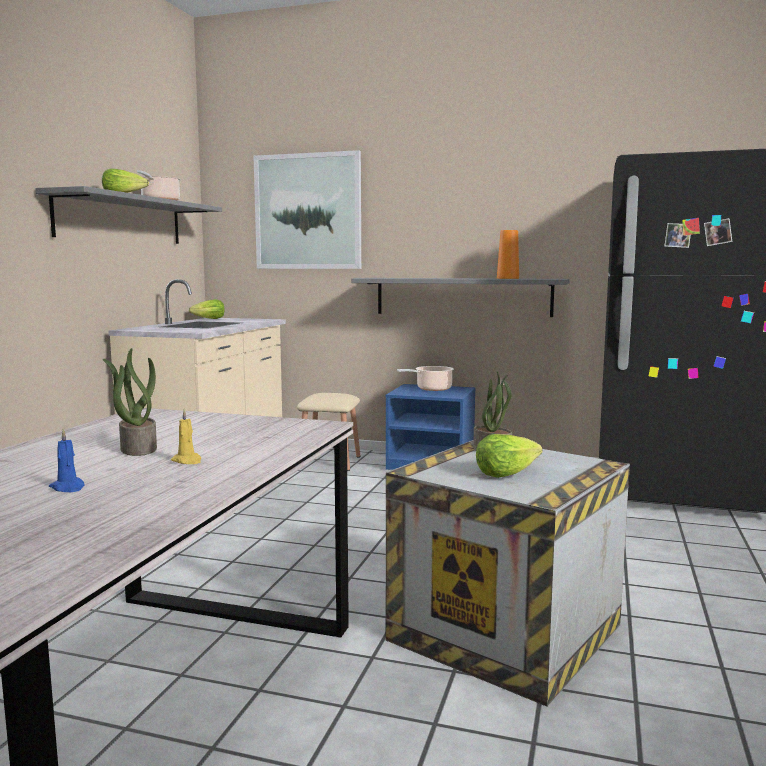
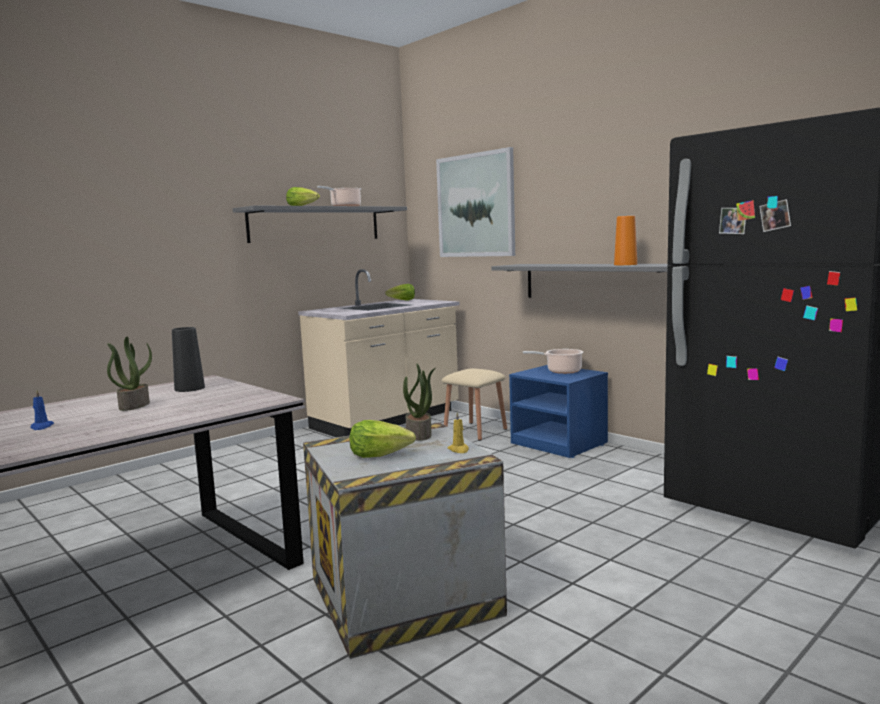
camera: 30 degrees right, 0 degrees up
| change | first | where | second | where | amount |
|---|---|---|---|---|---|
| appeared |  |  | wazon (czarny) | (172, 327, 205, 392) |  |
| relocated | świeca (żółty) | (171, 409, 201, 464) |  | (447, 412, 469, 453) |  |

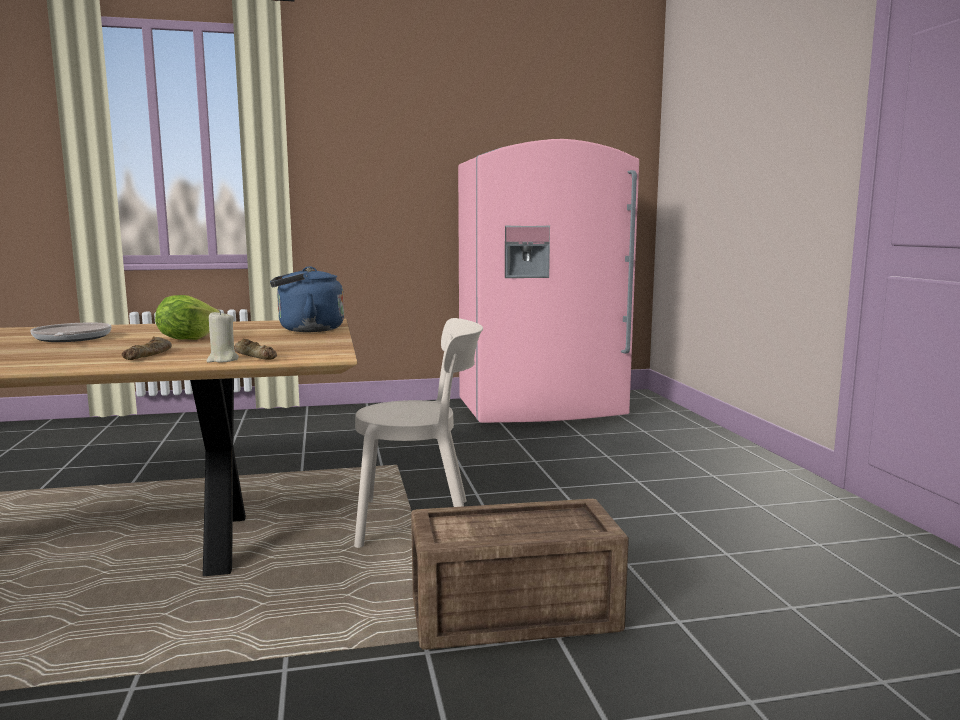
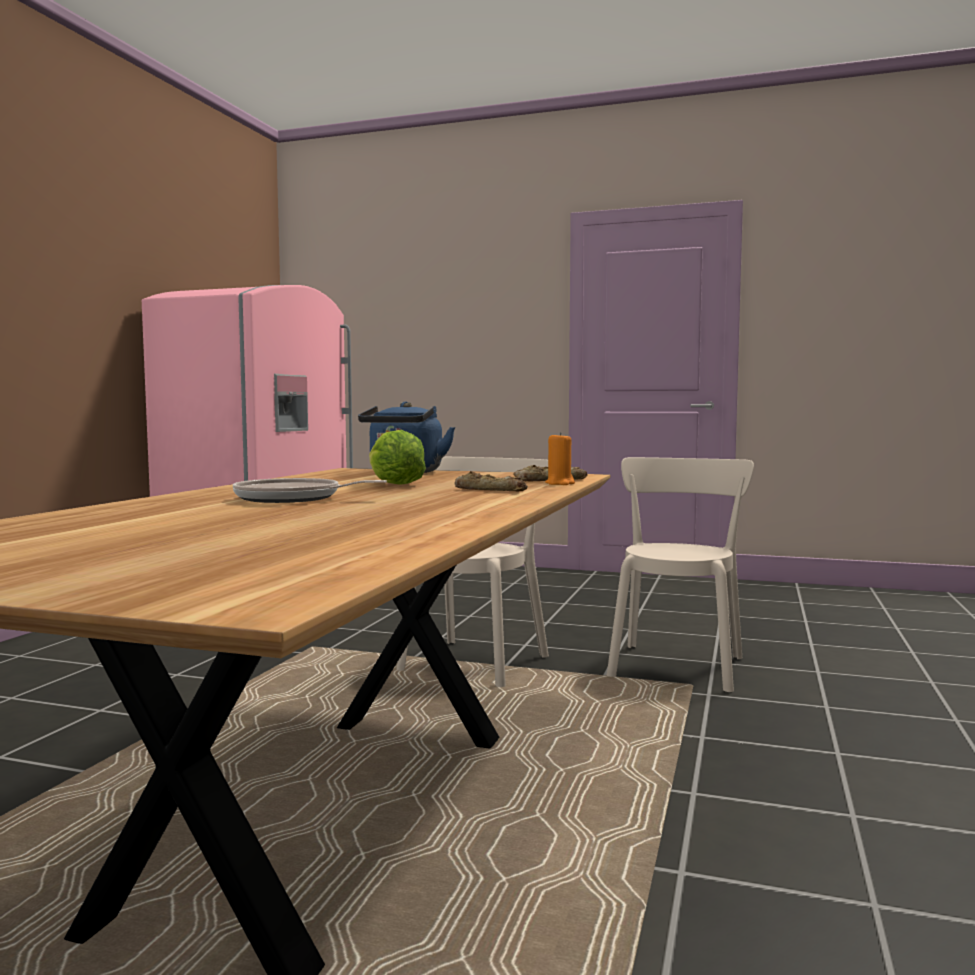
camera: 60 degrees left, 5 degrees down
| change | first | where | second | where | amount |
|---|---|---|---|---|---|
| colour | świeca (beżowy) | (207, 310, 239, 362) | świeca (pomarańczowy) | (545, 432, 575, 485) |  |
| exchanged | skrzynka | (411, 499, 629, 650) | krzesło (beżowy) | (607, 457, 754, 693) |  |

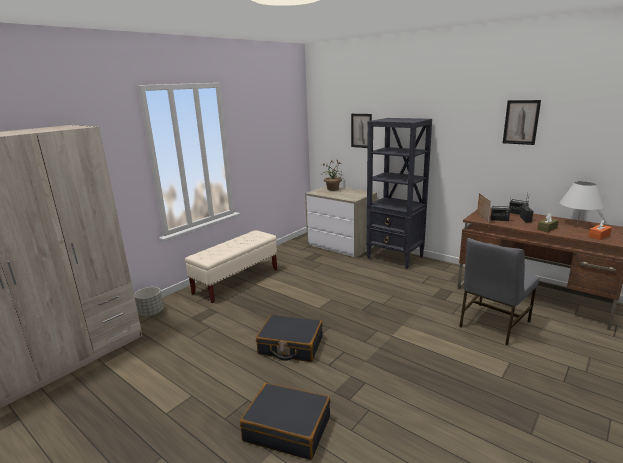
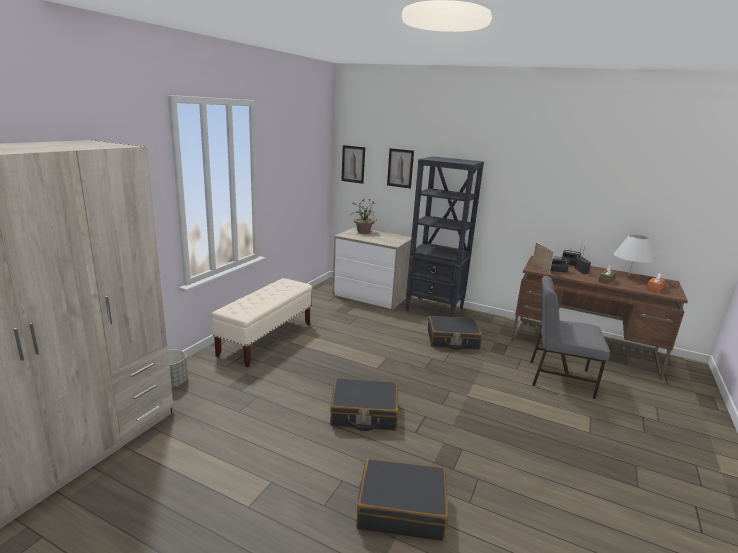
camera: 15 degrees left, 0 degrees up
| change | first | where | second | where | amount |
|---|---|---|---|---|---|
| relocated | obraz | (503, 100, 541, 145) |  | (341, 145, 365, 184) |  |
| appeared |  |  | walizka (czarny) | (428, 316, 482, 350) |  |
| spun | krzesło (szary) | (459, 238, 539, 345) |  | (530, 276, 610, 399) | 75 degrees clockwise |

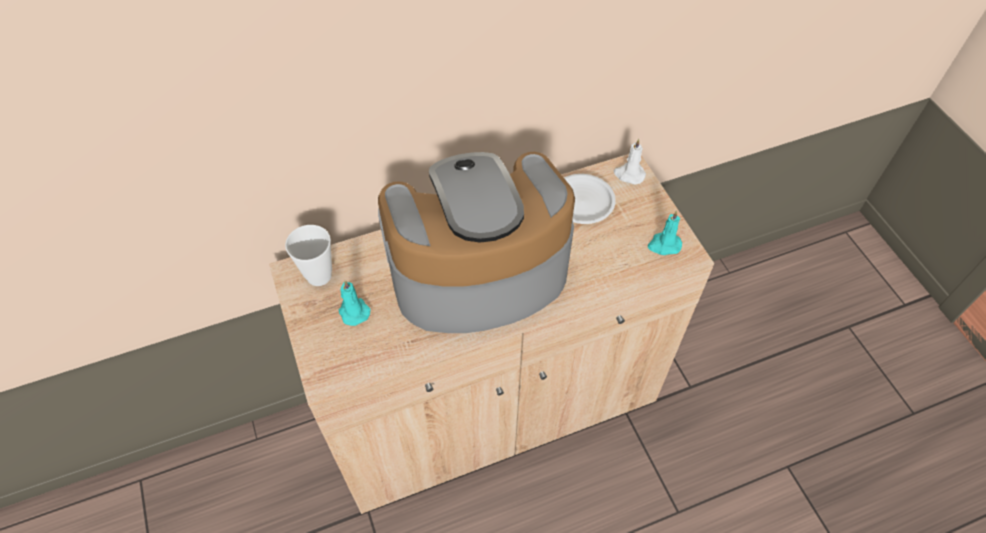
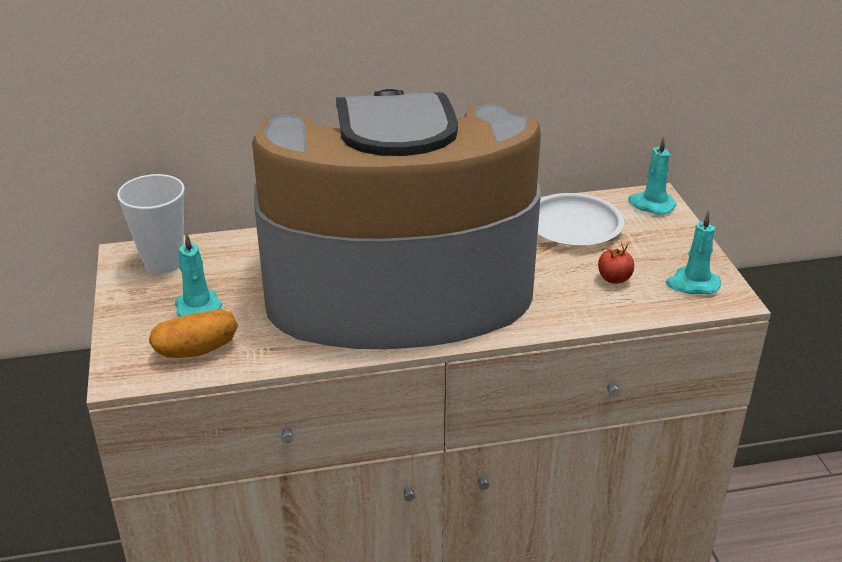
camera: 10 degrees right, 20 degrees down
| change | first | where | second | where | amount |
|---|---|---|---|---|---|
| appeared |  |  | ziemniak | (149, 309, 238, 358) |  |
| appeared |  |  | pomidor | (598, 242, 634, 284) |  |
| colour | świeca (biały) | (614, 139, 646, 185) | świeca (turkusowy) | (628, 135, 677, 214) |  |

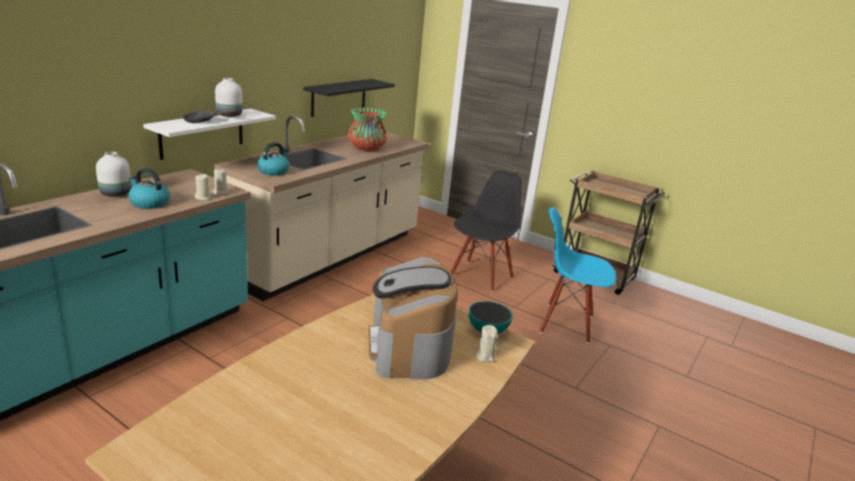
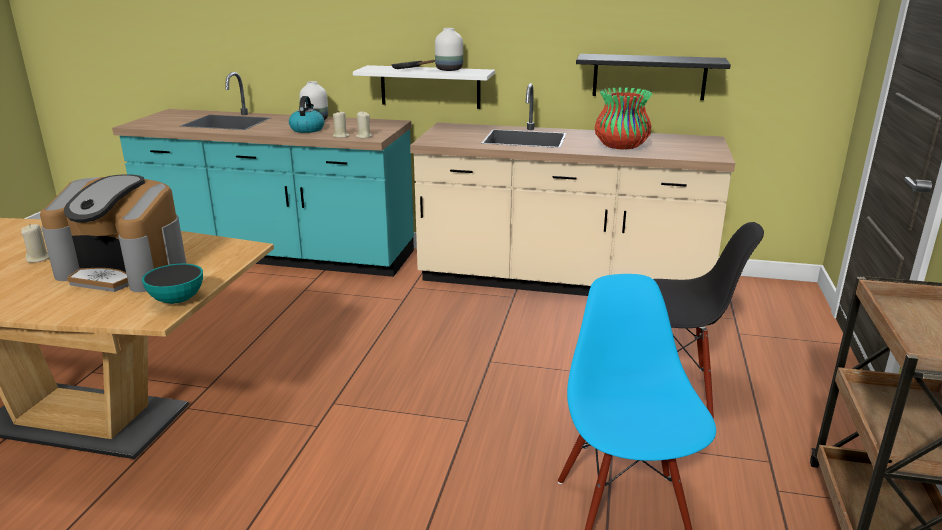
camera: 70 degrees right, 0 degrees up
| change | first | where | second | where | amount |
|---|---|---|---|---|---|
| relocated | świeca (beżowy) | (475, 325, 498, 362) |  | (21, 224, 49, 263) |  |
| spun | ekspres do kawy | (368, 257, 458, 379) |  | (40, 174, 186, 292) | 135 degrees counterclockwise |
| missing | czajnik | (257, 142, 289, 175) |  |  |  |

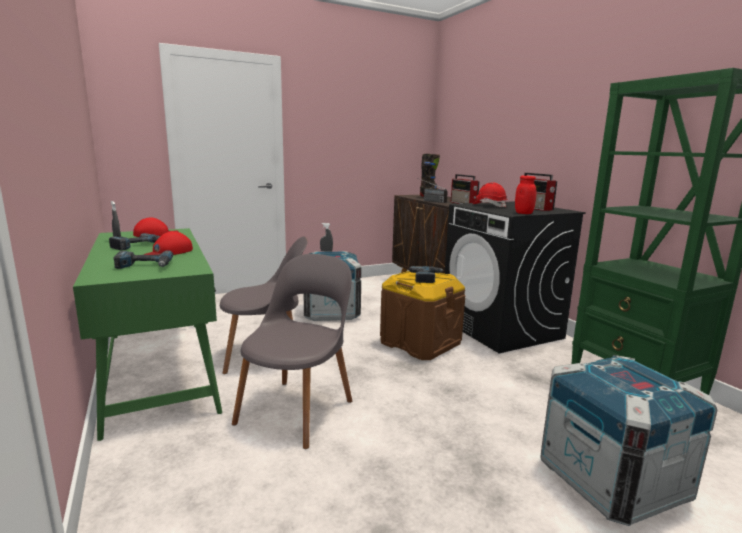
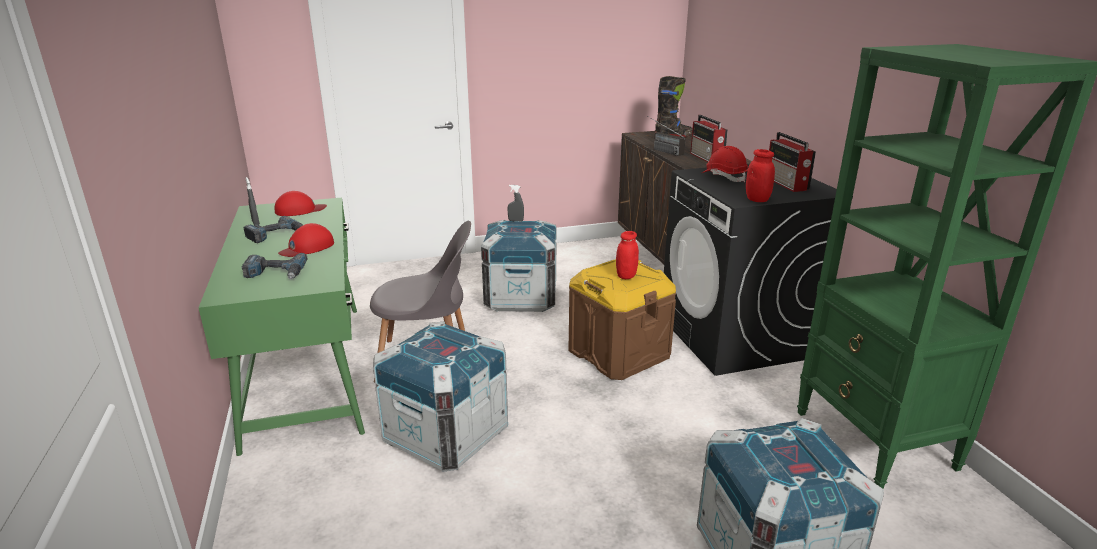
camera: 10 degrees right, 10 degrees up
| change | first | where | second | where | amount |
|---|---|---|---|---|---|
| exchanged | krzesło (szary) | (232, 254, 352, 449) | skrzynka | (373, 321, 508, 472) |  |
| exchanged | wiertarka | (409, 266, 444, 283) | słoik (czerwony) | (616, 231, 639, 279) |  |

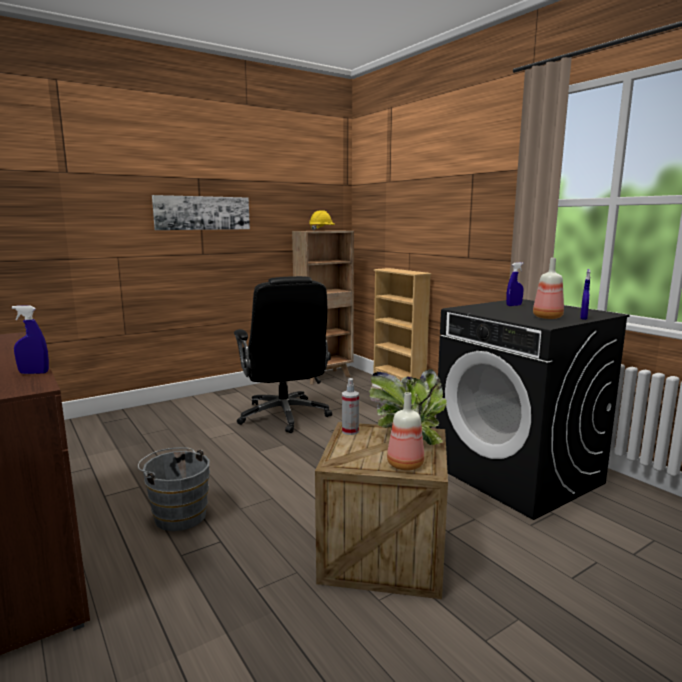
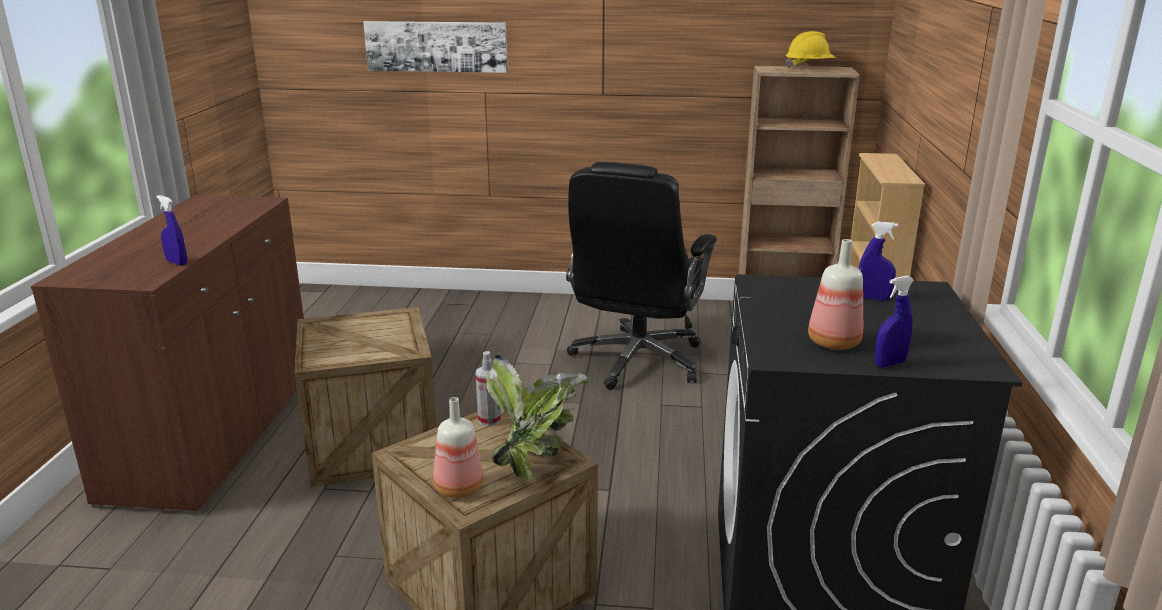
camera: 40 degrees right, 10 degrees up
| change | first | where | second | where | amount |
|---|---|---|---|---|---|
| exchanged | wiadro (szary) | (138, 447, 210, 531) | skrzynka | (294, 307, 437, 487) |  |
| relocated | obraz | (152, 195, 250, 230) |  | (363, 21, 507, 73) |  |

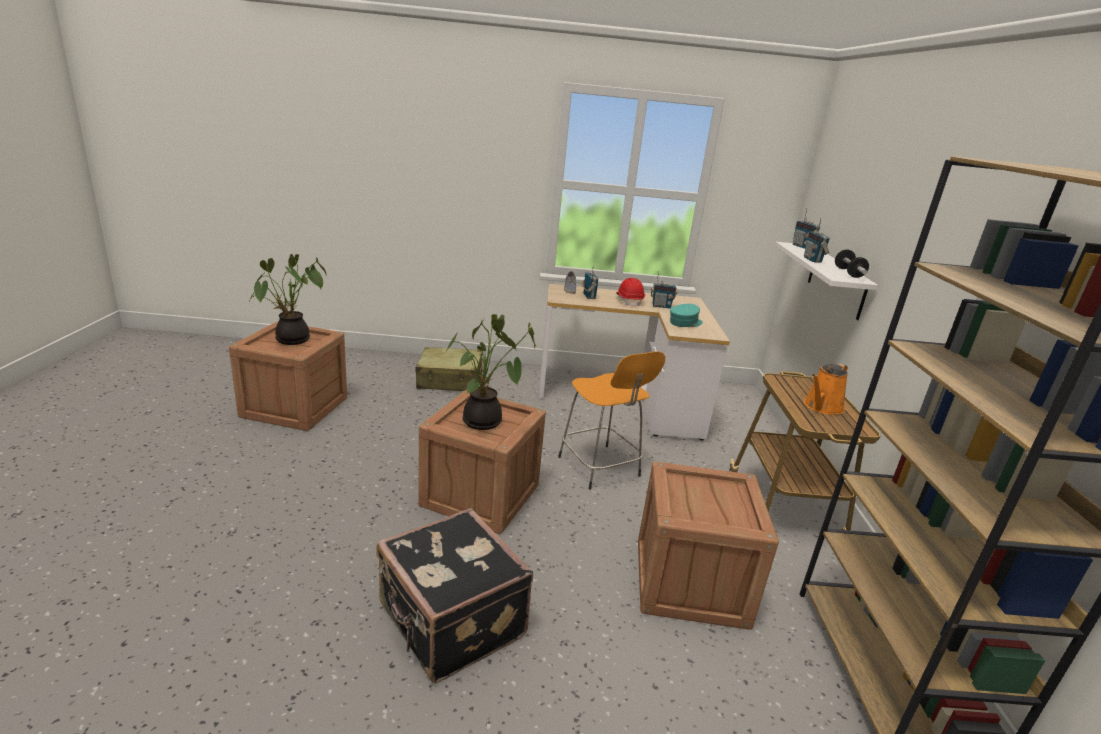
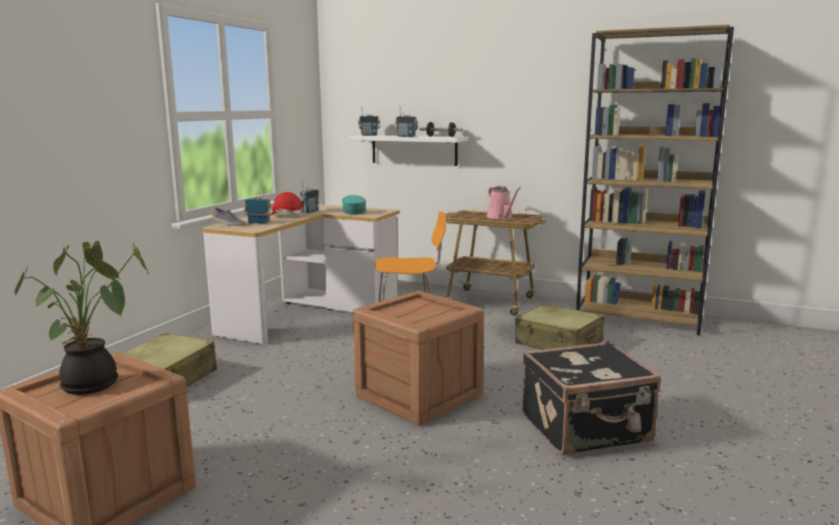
camera: 65 degrees left, 10 degrees down
| change | first | where | second | where | amount |
|---|---|---|---|---|---|
| colour | konewka (pomarańczowy) | (804, 363, 848, 415) | konewka (różowy) | (486, 186, 520, 219) |  |
| exchanged | skrzynka | (638, 461, 779, 630) | walizka (beżowy) | (515, 304, 604, 350) |  |
| missing | roślina doniczkowa | (447, 314, 536, 430) |  |  |  |

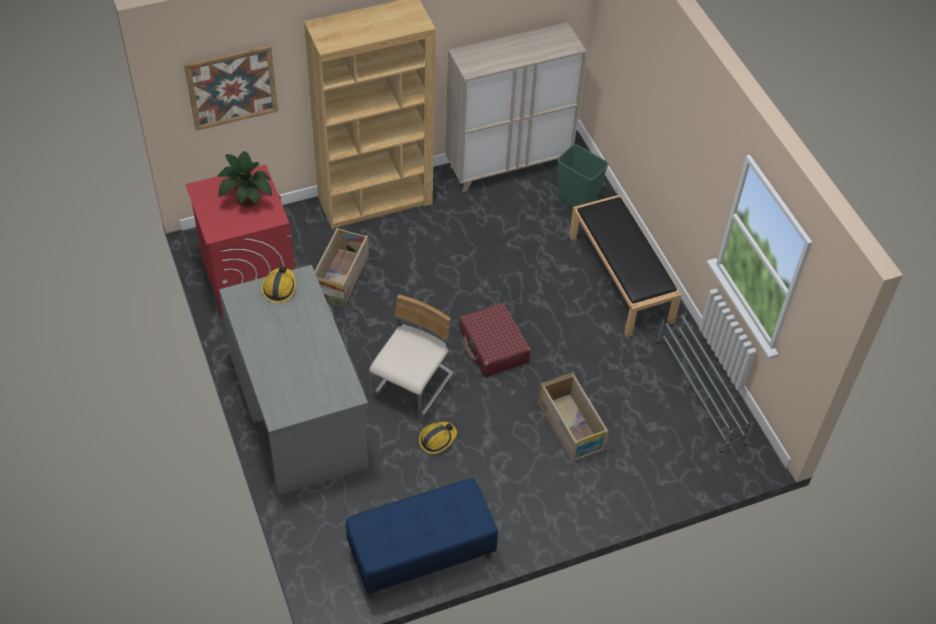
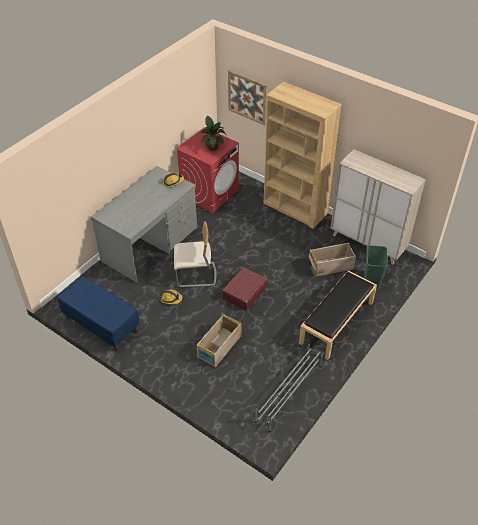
camera: 60 degrees right, 5 degrees down
| change | first | where | second | where | amount |
|---|---|---|---|---|---|
| relocated | skrzynka | (314, 228, 369, 308) |  | (308, 243, 356, 277) |  |

